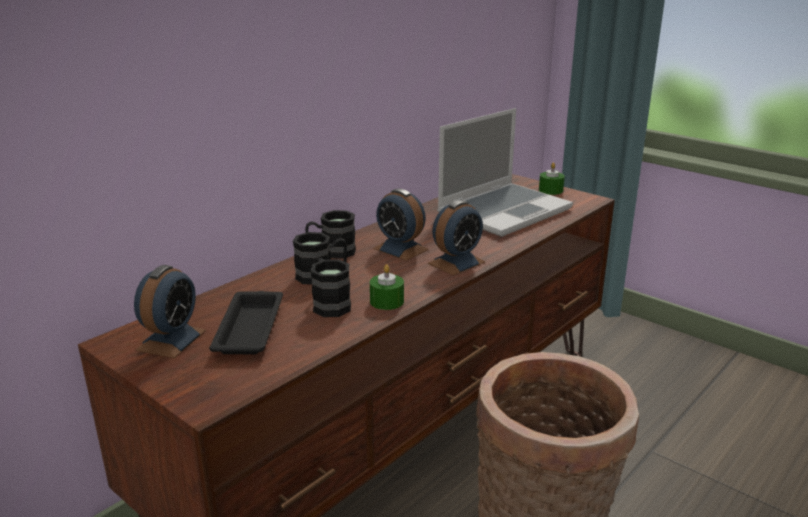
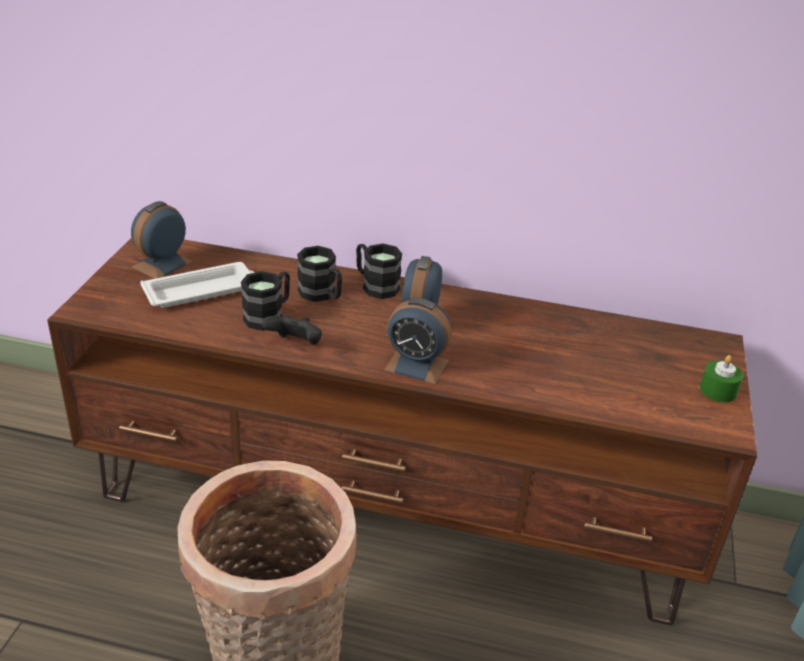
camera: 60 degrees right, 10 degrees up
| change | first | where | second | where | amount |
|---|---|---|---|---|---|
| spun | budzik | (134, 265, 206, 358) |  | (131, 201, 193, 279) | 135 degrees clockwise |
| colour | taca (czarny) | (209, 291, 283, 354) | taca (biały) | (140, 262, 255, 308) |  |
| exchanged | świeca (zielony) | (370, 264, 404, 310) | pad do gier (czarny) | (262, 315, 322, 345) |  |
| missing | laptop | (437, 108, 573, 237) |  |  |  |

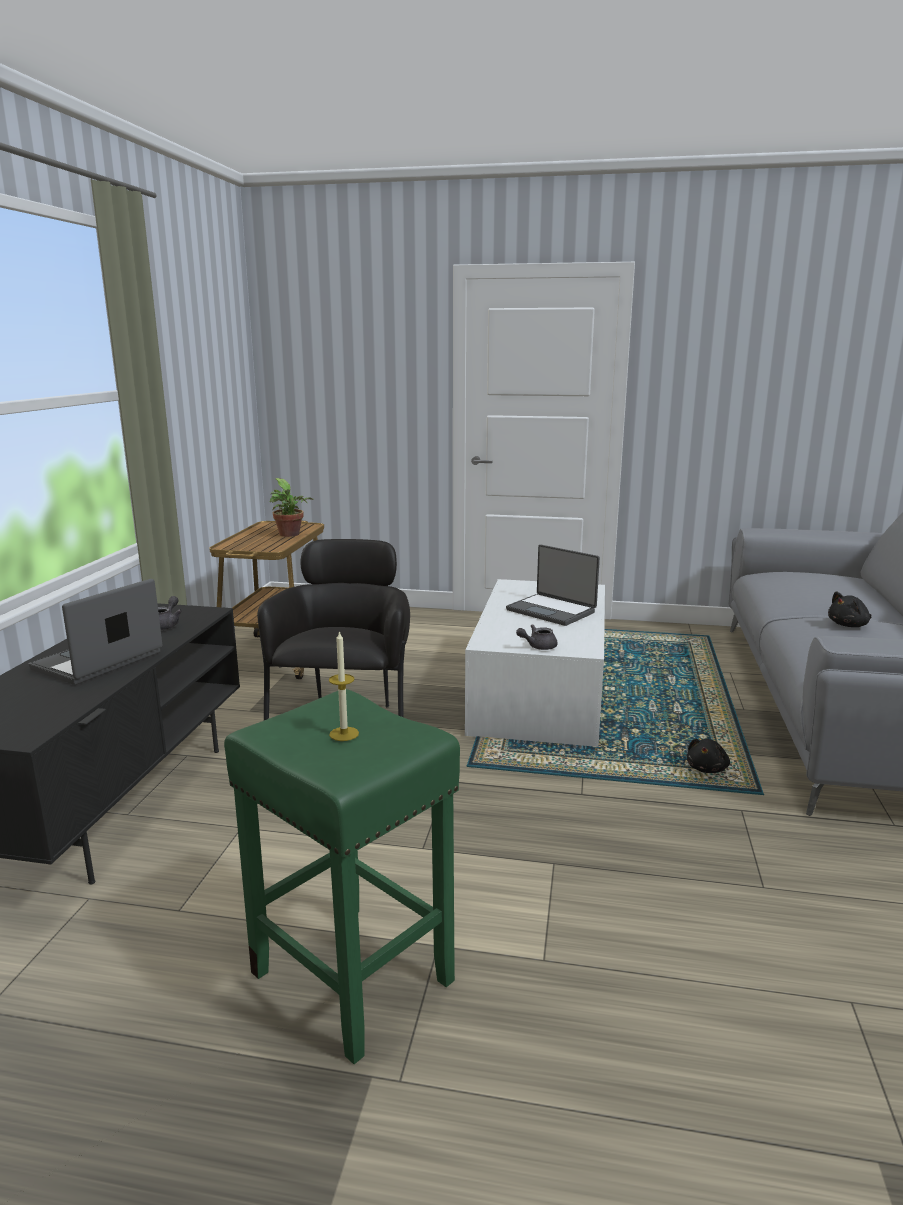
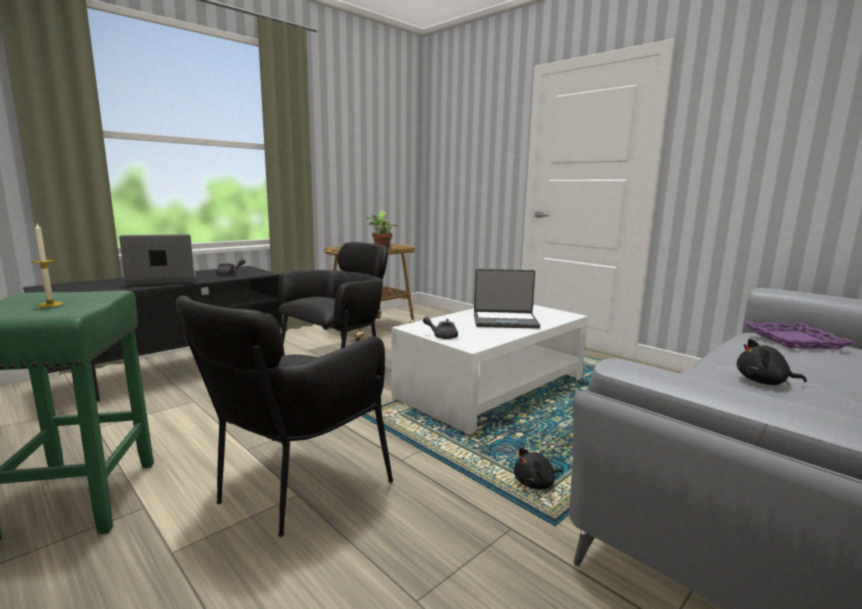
camera: 35 degrees right, 5 degrees down
| change | first | where | second | where | amount |
|---|---|---|---|---|---|
| appeared |  |  | fotel (czarny) | (176, 296, 393, 537) |  |
| spun | laptop | (506, 545, 600, 626) |  | (474, 269, 540, 329) | 75 degrees counterclockwise |
| appeared |  |  | taca (fioletowy) | (744, 322, 855, 349) |  |

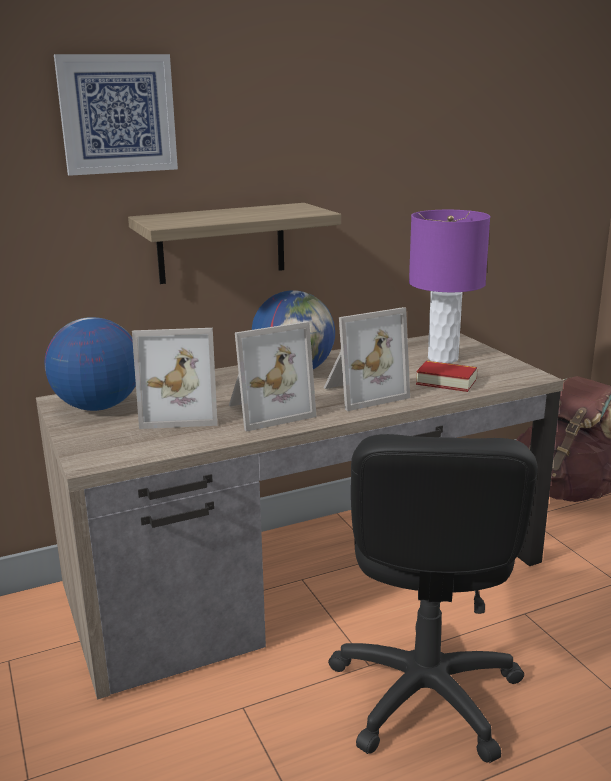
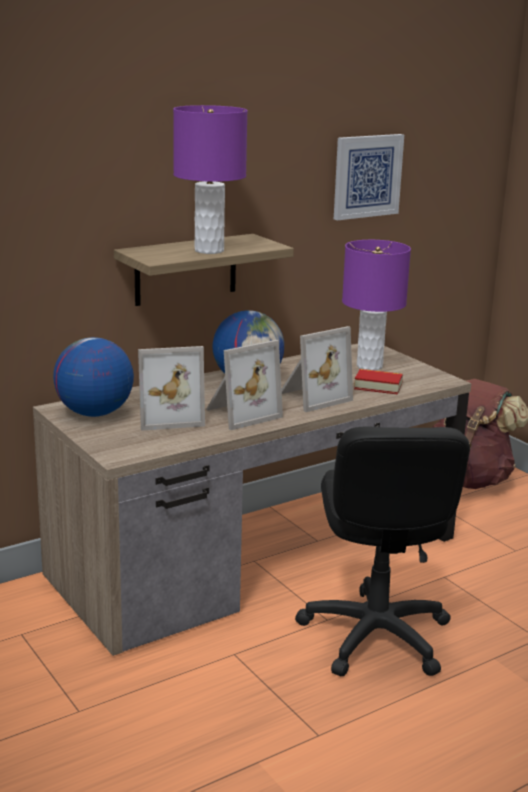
camera: 10 degrees left, 0 degrees up
| change | first | where | second | where | amount |
|---|---|---|---|---|---|
| appeared |  |  | lampa stołowa (fioletowy) | (173, 105, 248, 254) |  |
| relocated | obraz | (54, 54, 178, 176) |  | (334, 134, 404, 220) |  |

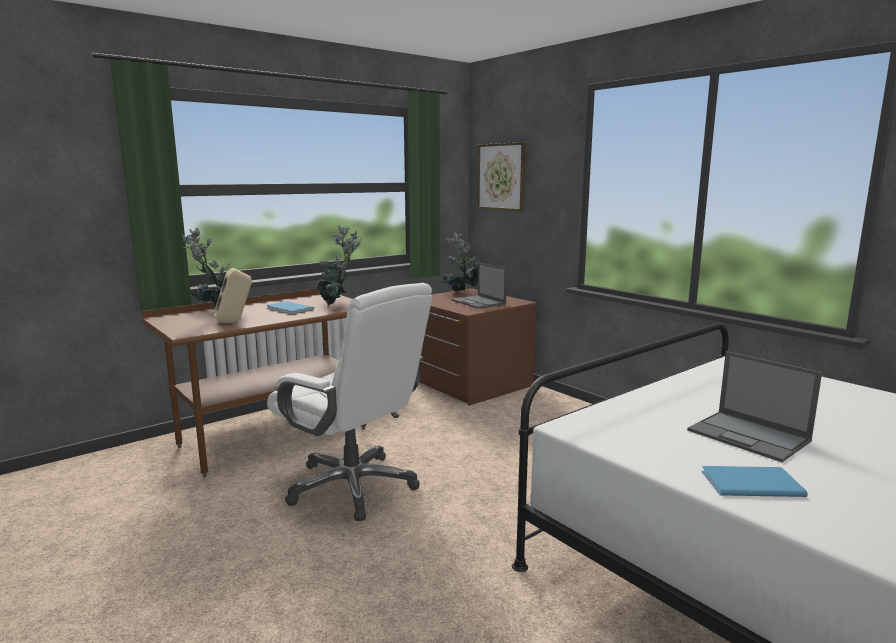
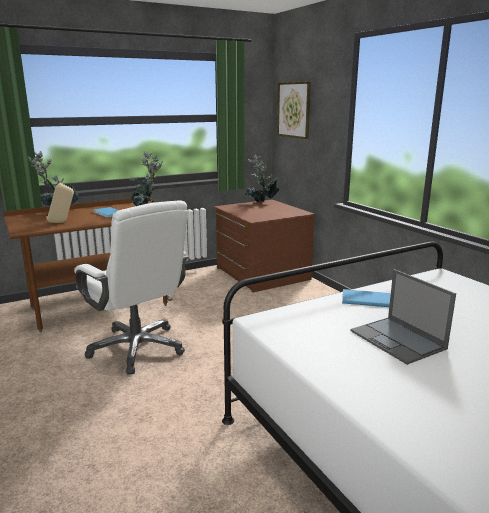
camera: 10 degrees right, 5 degrees up
| change | first | where | second | where | amount |
|---|---|---|---|---|---|
| relocated | książka (niebieski) | (702, 466, 808, 497) |  | (342, 289, 391, 307) |  |
| missing | laptop | (451, 263, 507, 309) |  |  |  |

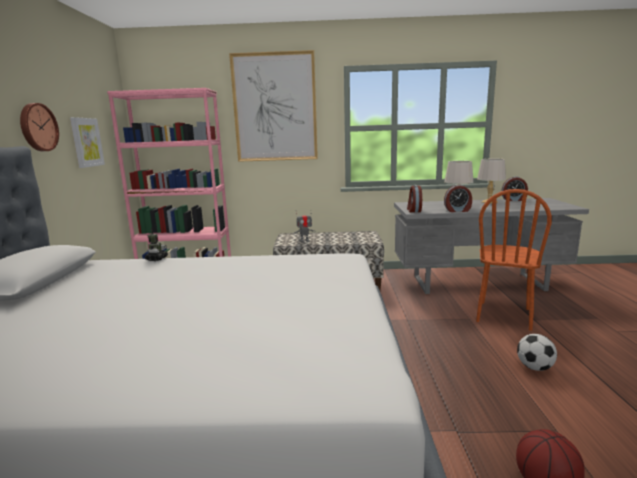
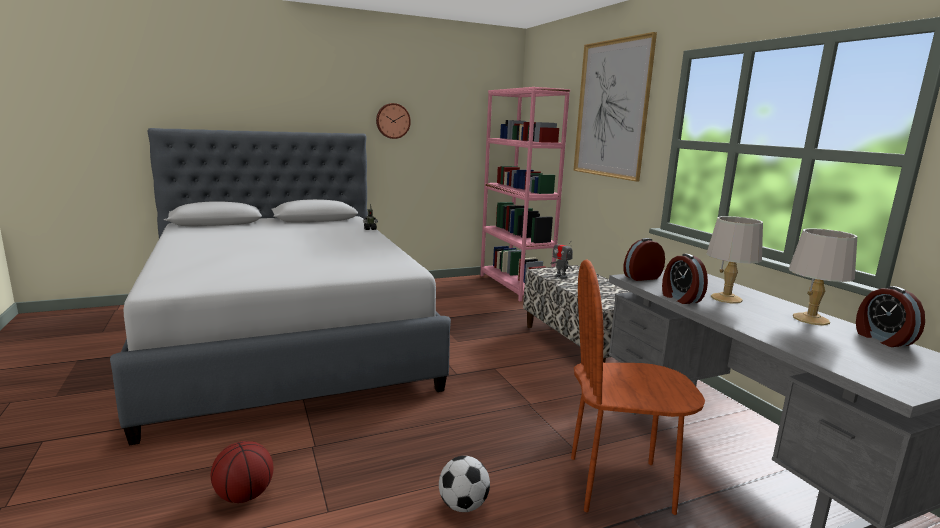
camera: 65 degrees right, 0 degrees up
| change | first | where | second | where | amount |
|---|---|---|---|---|---|
| missing | obraz | (70, 117, 105, 168) |  |  |  |

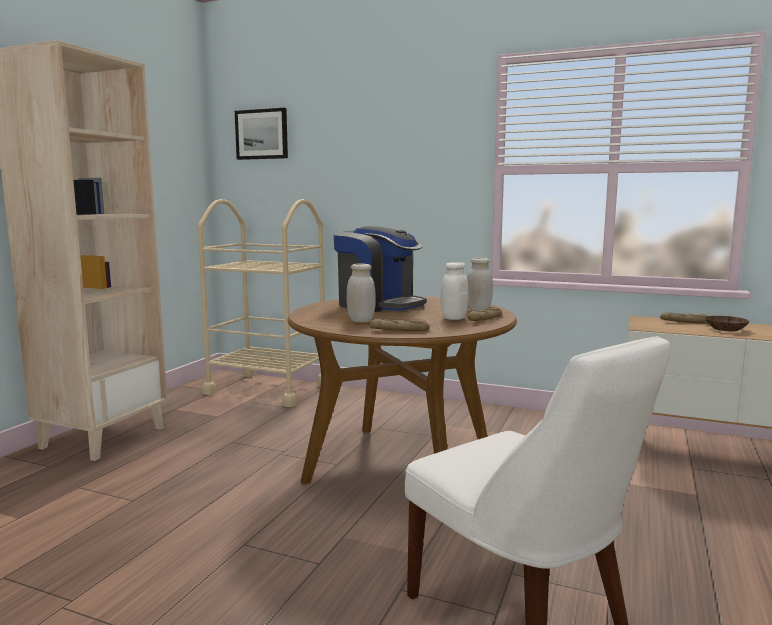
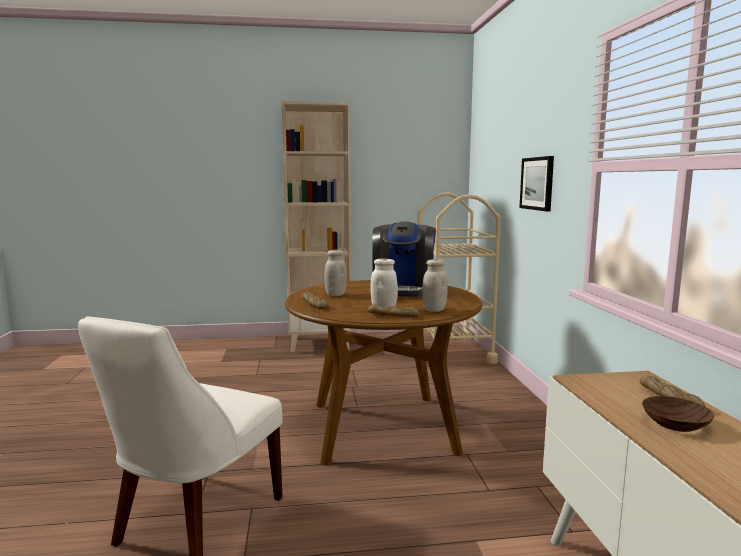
camera: 60 degrees right, 0 degrees up
| change | first | where | second | where | amount |
|---|---|---|---|---|---|
| relocated | obraz | (235, 108, 288, 160) |  | (519, 156, 554, 211) |  |

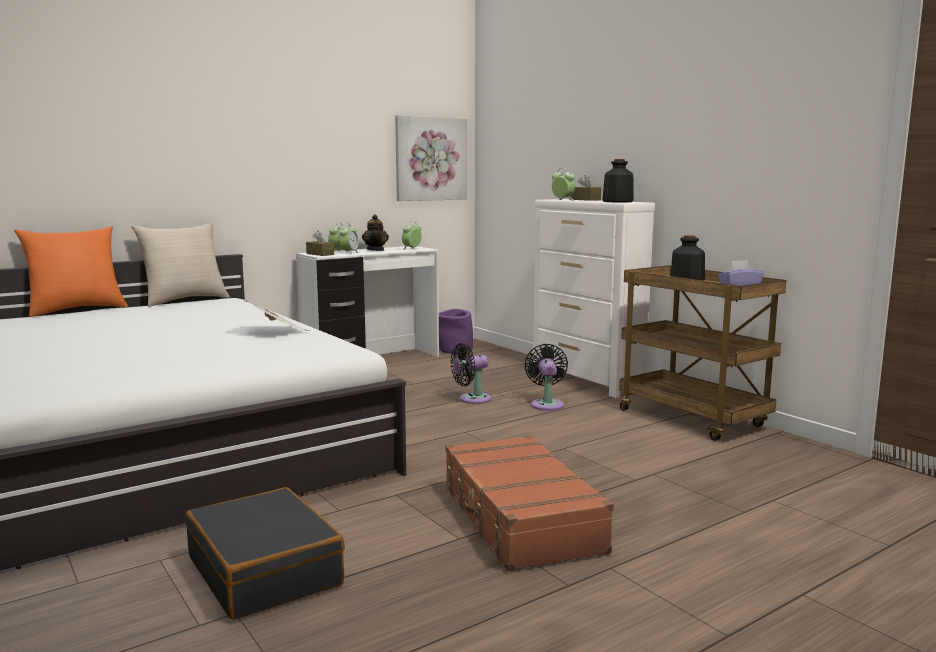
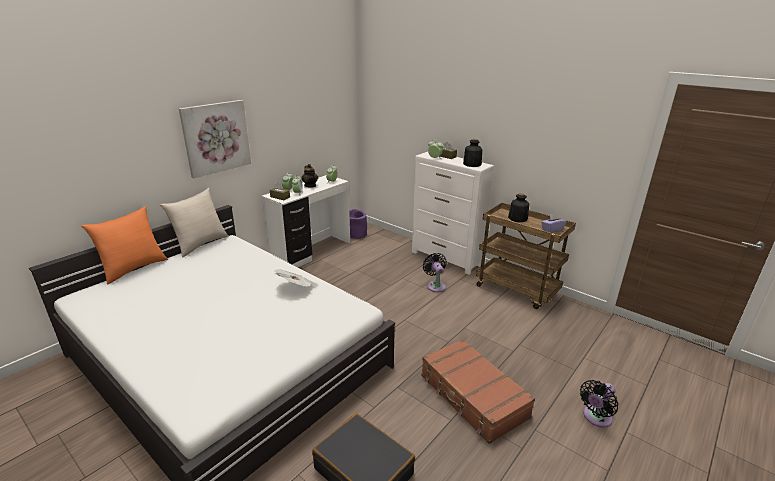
camera: 15 degrees left, 15 degrees up
| change | first | where | second | where | amount |
|---|---|---|---|---|---|
| relocated | obraz | (395, 115, 467, 201) |  | (179, 100, 251, 178) |  |
| relocated | wentylator (czarny) | (450, 343, 491, 404) |  | (580, 380, 619, 427) |  |

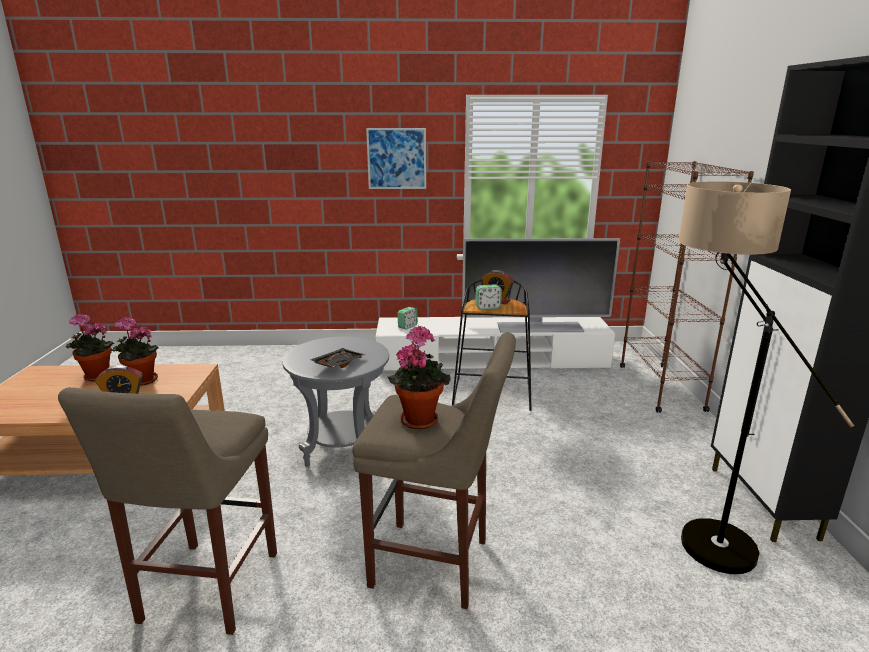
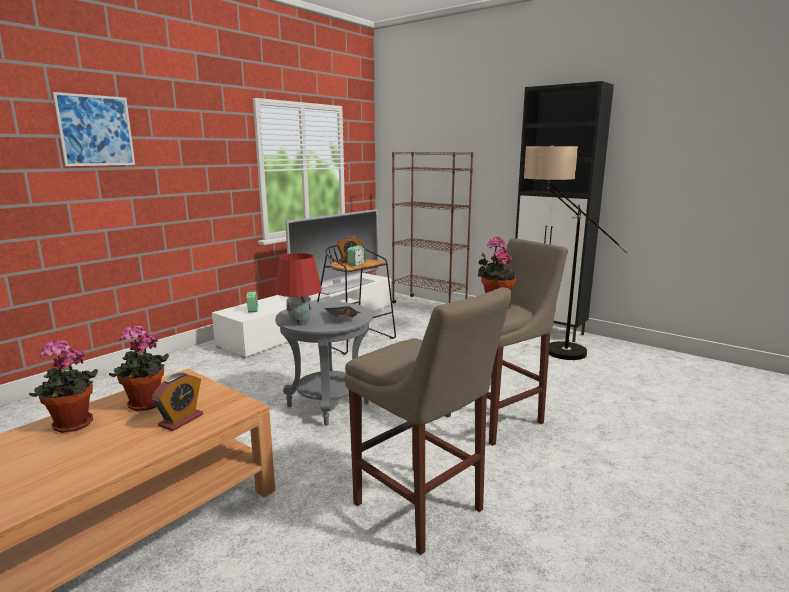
camera: 50 degrees left, 5 degrees down
| change | first | where | second | where | amount |
|---|---|---|---|---|---|
| relocated | obraz | (366, 128, 426, 189) |  | (53, 92, 135, 166) |  |
| appeared |  |  | lampa stołowa (czerwony) | (275, 253, 322, 326) |  |

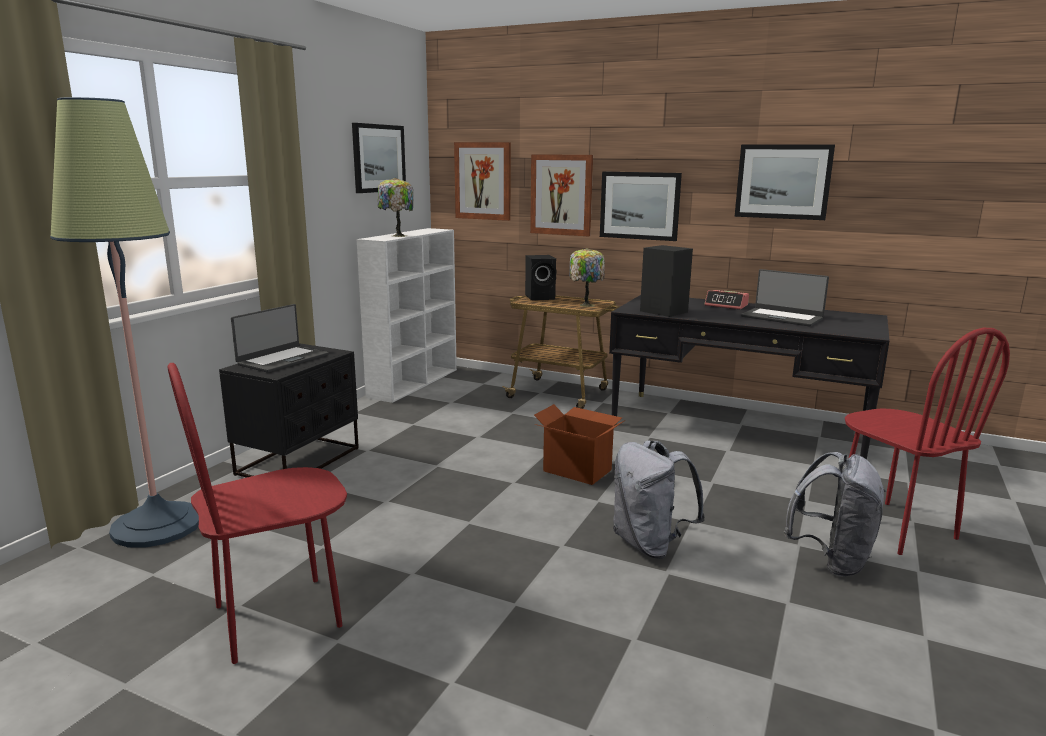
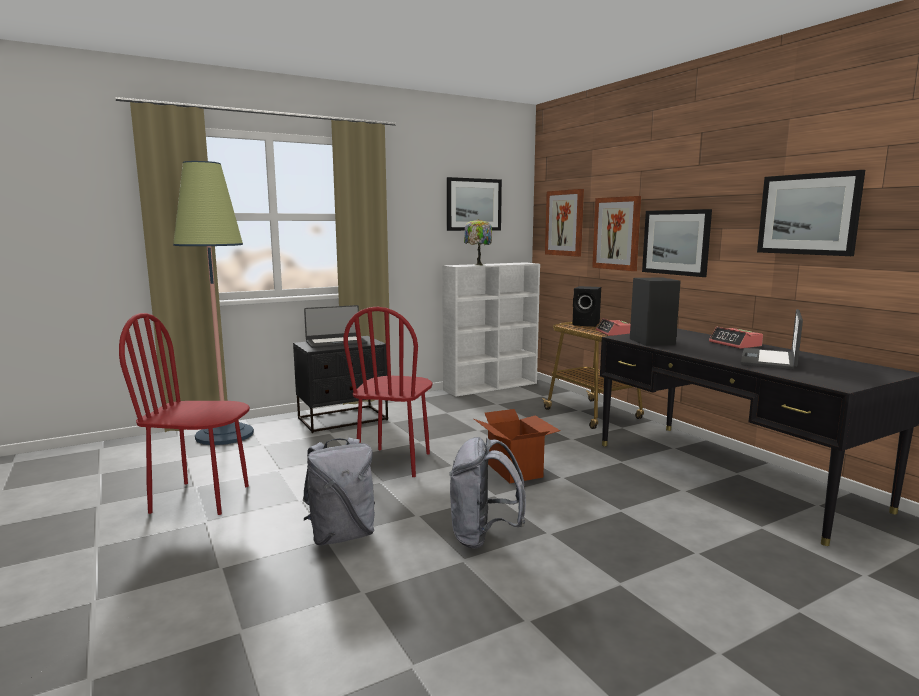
camera: 35 degrees right, 5 degrees down
| change | first | where | second | where | amount |
|---|---|---|---|---|---|
| relocated | plecak (szary) | (784, 452, 886, 576) |  | (303, 438, 375, 545) |  |
| relocated | krzesło (czerwony) | (845, 328, 1010, 555) |  | (343, 307, 432, 477) |  |
| exchanged | lampa stołowa | (570, 248, 605, 307) | budzik | (596, 318, 631, 336) |  |
| spun | laptop | (741, 269, 829, 327) |  | (741, 309, 803, 370) | 45 degrees clockwise |

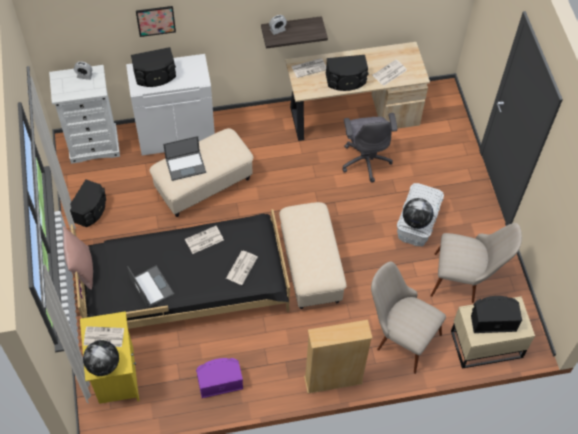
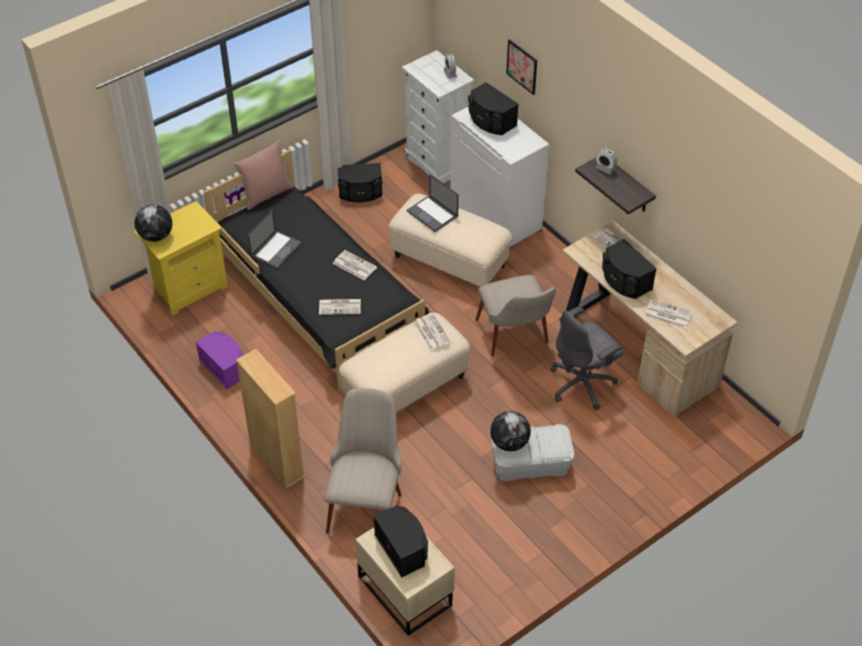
camera: 65 degrees right, 10 degrees down
| change | first | where | second | where | amount |
|---|---|---|---|---|---|
| relocated | gazeta | (84, 326, 124, 347) |  | (414, 314, 451, 351) |  |
| relocated | krzesło (beżowy) | (430, 223, 522, 303) |  | (476, 275, 556, 356) |  |

